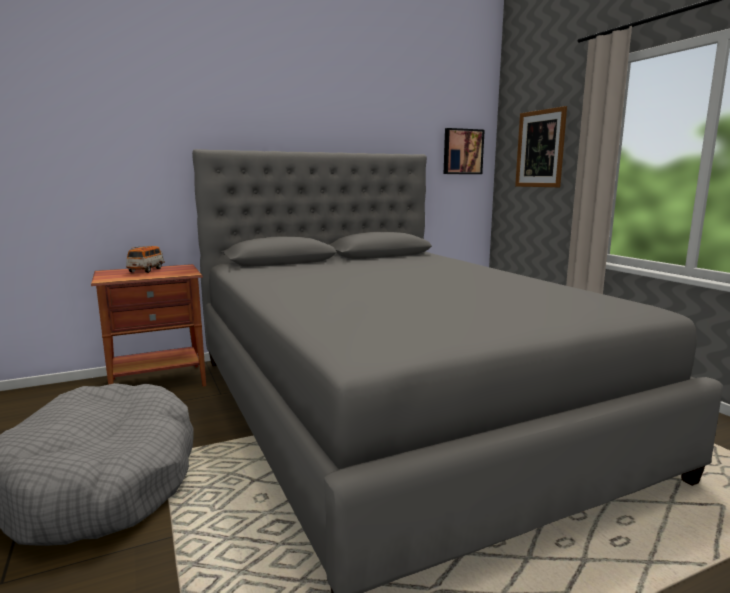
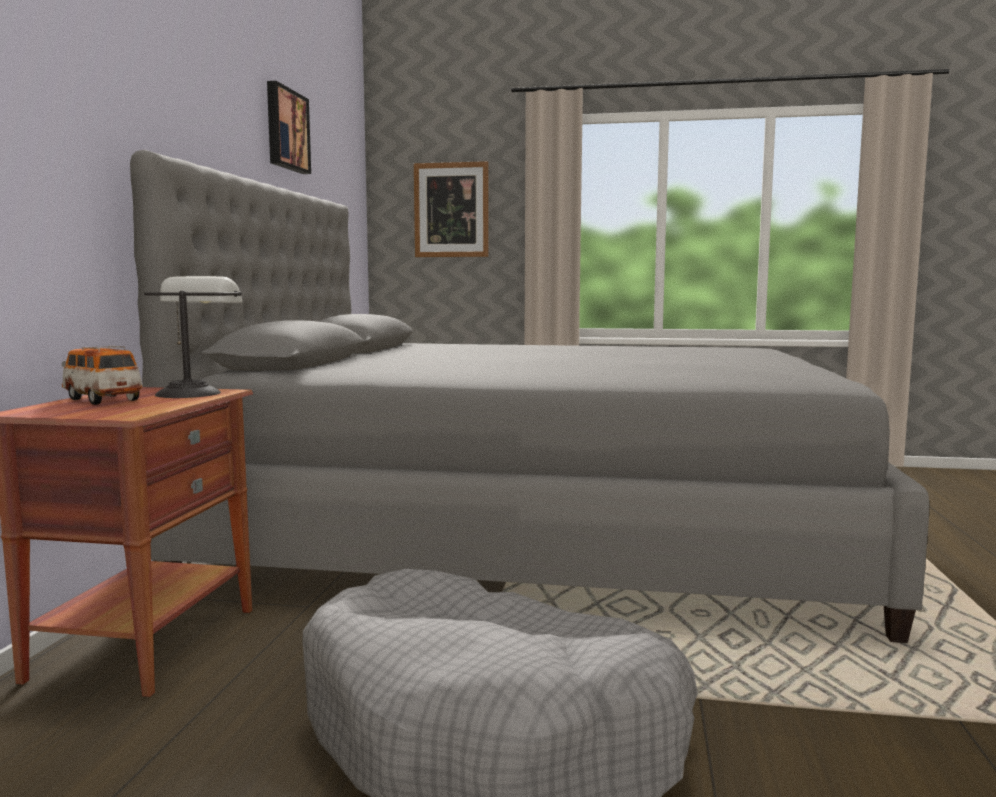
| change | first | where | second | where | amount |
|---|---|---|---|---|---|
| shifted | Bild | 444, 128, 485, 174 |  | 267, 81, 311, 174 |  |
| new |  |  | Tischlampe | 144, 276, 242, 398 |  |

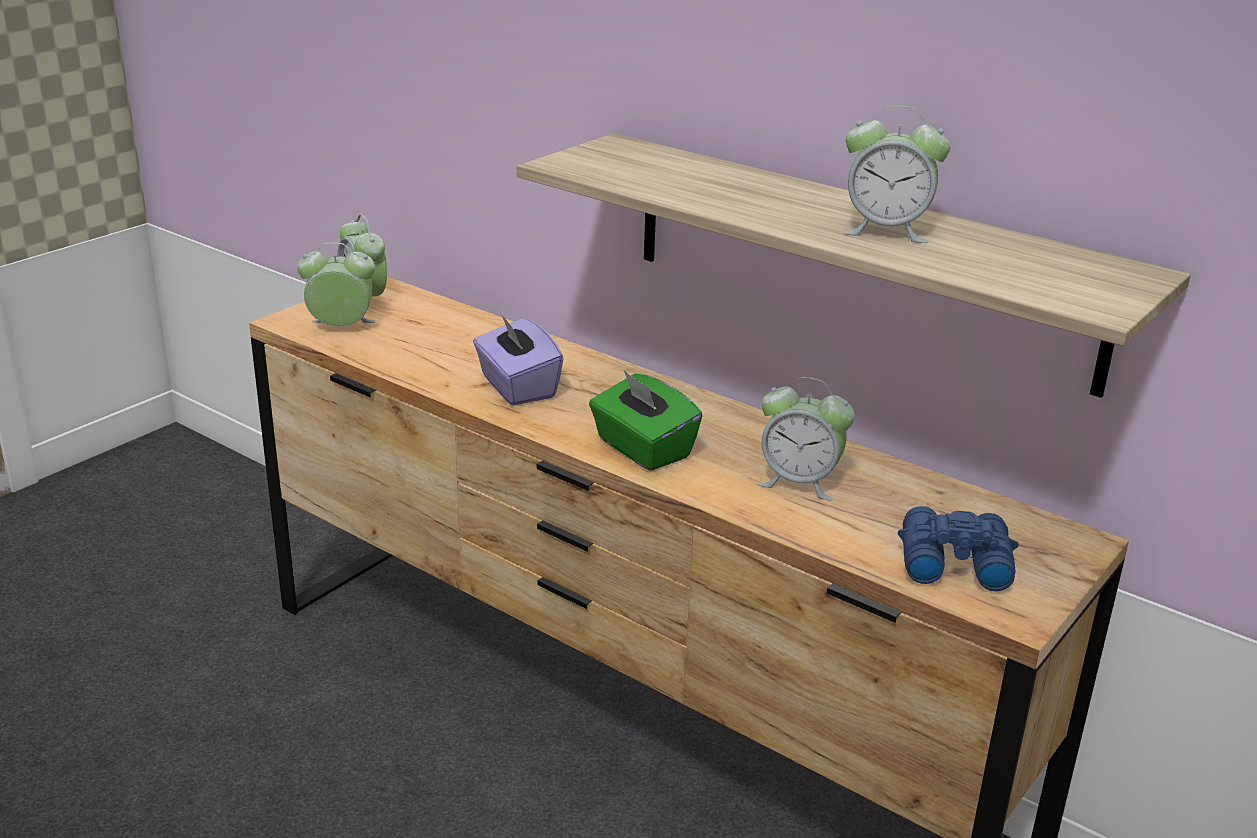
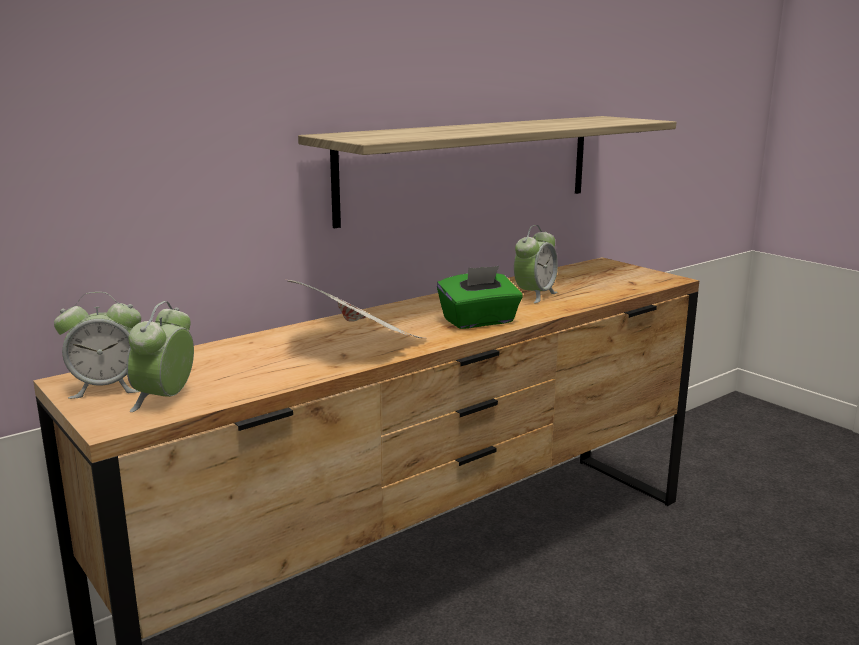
| change | first | where | second | where | amount |
|---|---|---|---|---|---|
| swapped | Taschentuchbox [lila] | 473, 314, 563, 406 | Zeitung | 288, 280, 425, 338 |  |
| gone | Wecker | 842, 106, 950, 243 |  |  |  |
| gone | Fernglas [blau] | 898, 506, 1019, 591 |  |  |  |

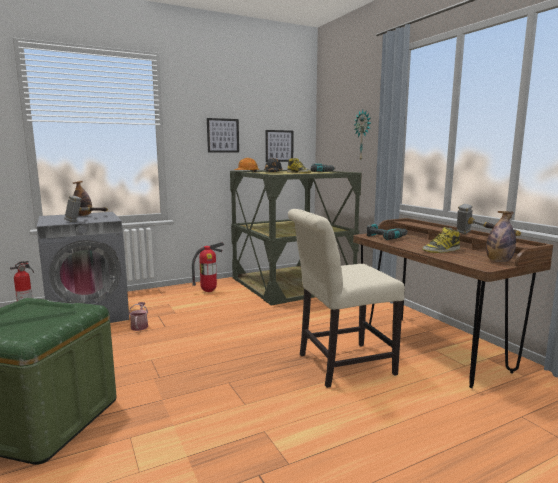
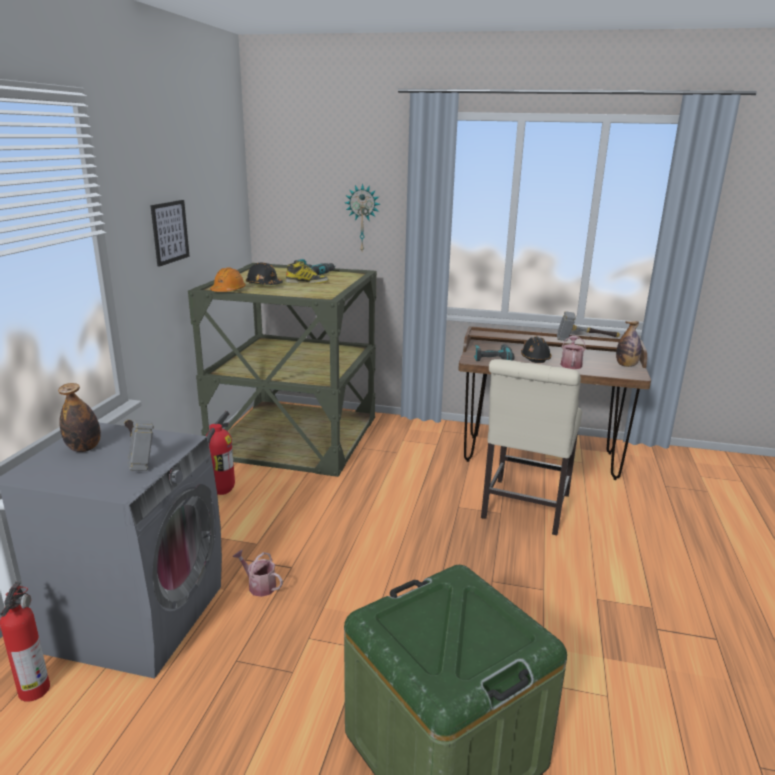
| change | first | where | second | where | amount |
|---|---|---|---|---|---|
| gone | Bild | 265, 130, 294, 162 |  |  |  |
| swapped | Stiefel | 422, 227, 460, 253 | Gießkanne | 560, 335, 586, 369 |  |
| new |  |  | Schutzhelm [schwarz] | 521, 336, 551, 363 |  |

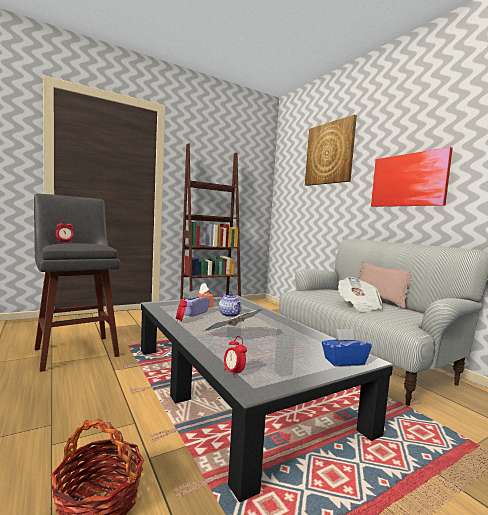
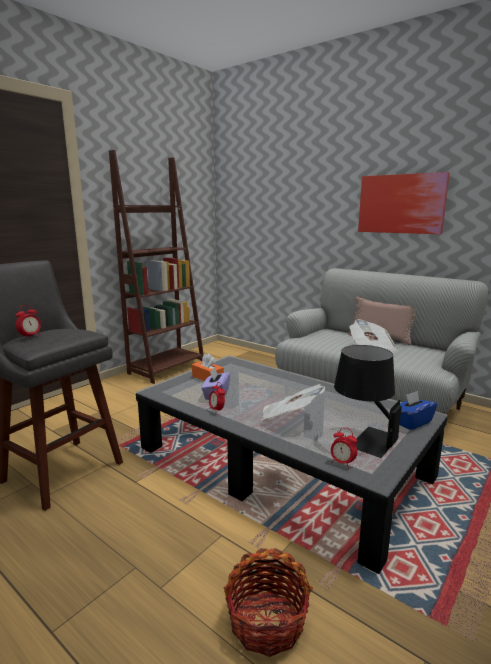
| change | first | where | second | where | amount |
|---|---|---|---|---|---|
| gone | Teekanne | 219, 293, 242, 317 |  |  |  |
| gone | Bild | 305, 115, 357, 186 |  |  |  |
| new |  |  | Tischlampe [schwarz] | 334, 345, 402, 458 |  |

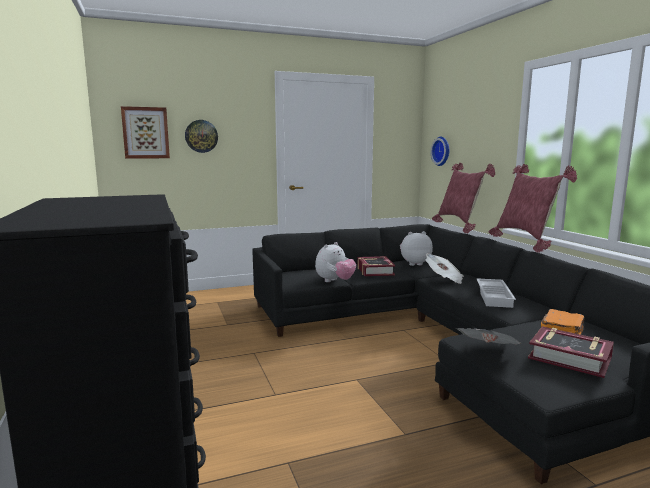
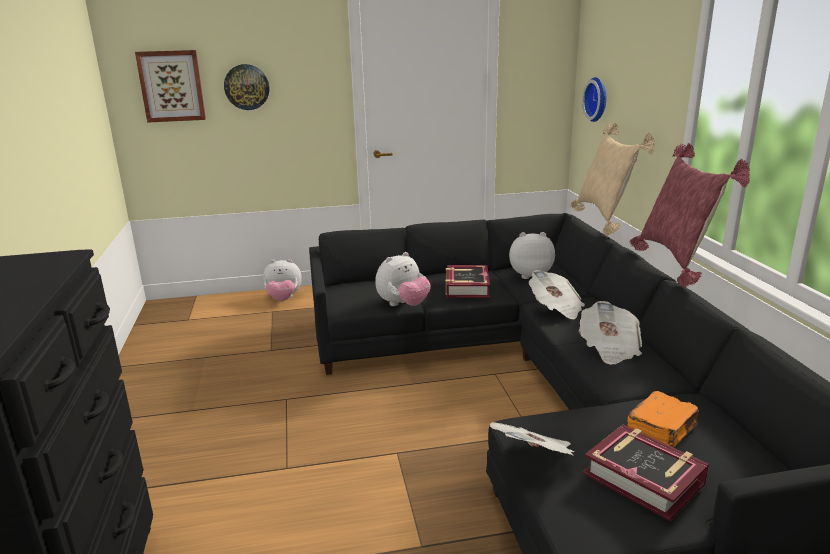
| change | first | where | second | where | amount |
|---|---|---|---|---|---|
| repainted | Kissen [rot] | 432, 162, 495, 234 | Kissen [beige] | 570, 123, 655, 236 |  |
| swapped | Tablett [weiß] | 476, 278, 516, 308 | Zeitung | 579, 301, 642, 365 |  |
| new |  |  | Plüschtier | 263, 259, 302, 301 |  |

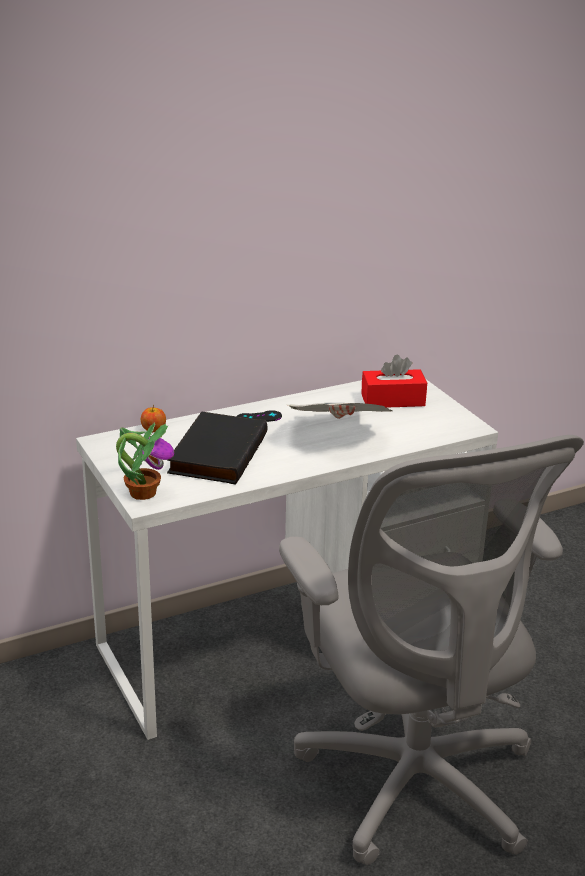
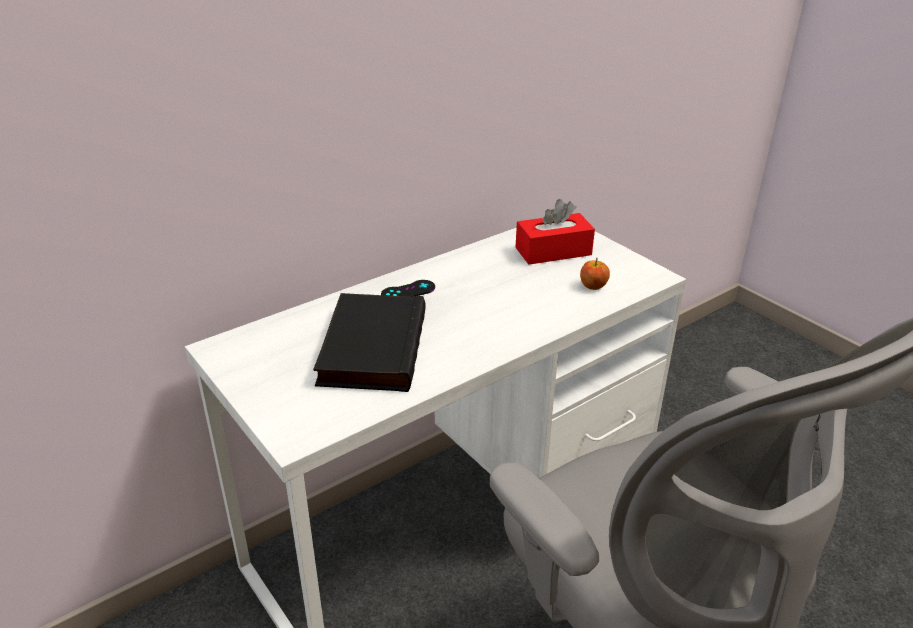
| change | first | where | second | where | amount |
|---|---|---|---|---|---|
| gone | Topfpflanze | 116, 422, 174, 500 |  |  |  |
| shifted | Apfel | 141, 405, 166, 432 |  | 580, 258, 610, 290 |  |
| gone | Zeitung | 288, 403, 392, 419 |  |  |  |

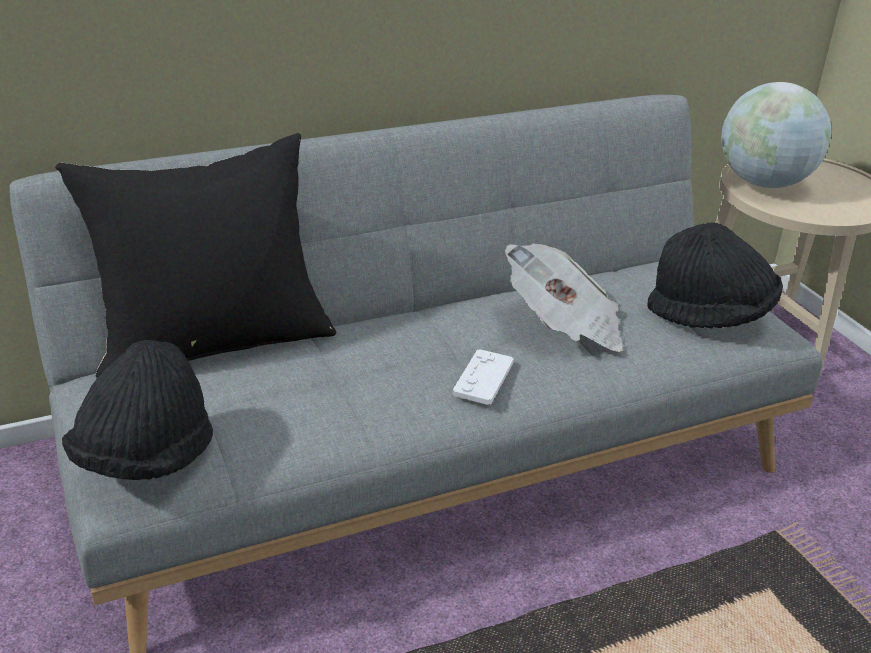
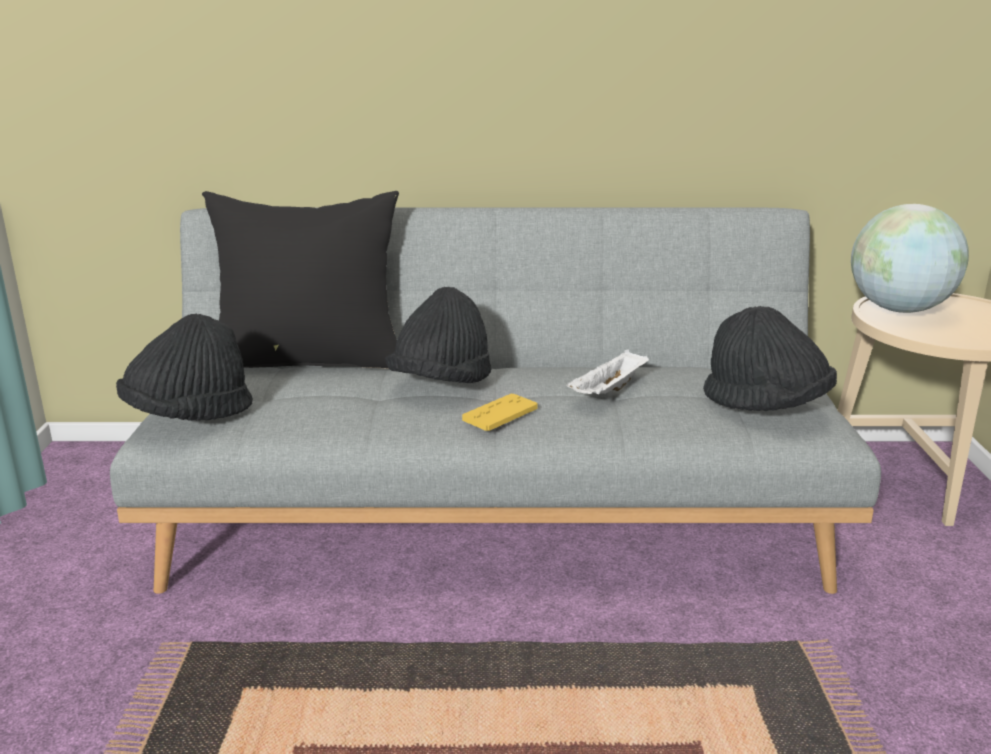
| change | first | where | second | where | amount |
|---|---|---|---|---|---|
| repainted | Gamepad [weiß] | 452, 349, 514, 405 | Gamepad [gelb] | 462, 394, 538, 431 |  |
| swapped | Zeitung | 505, 243, 623, 352 | Tablett [weiß] | 566, 349, 649, 395 |  |
| new |  |  | Hut [schwarz] | 385, 287, 491, 383 |  |

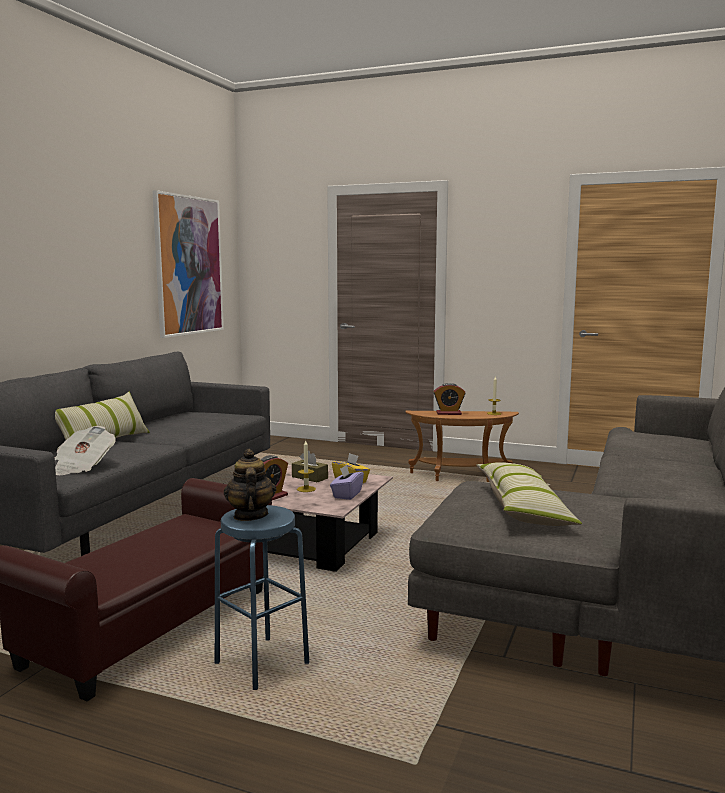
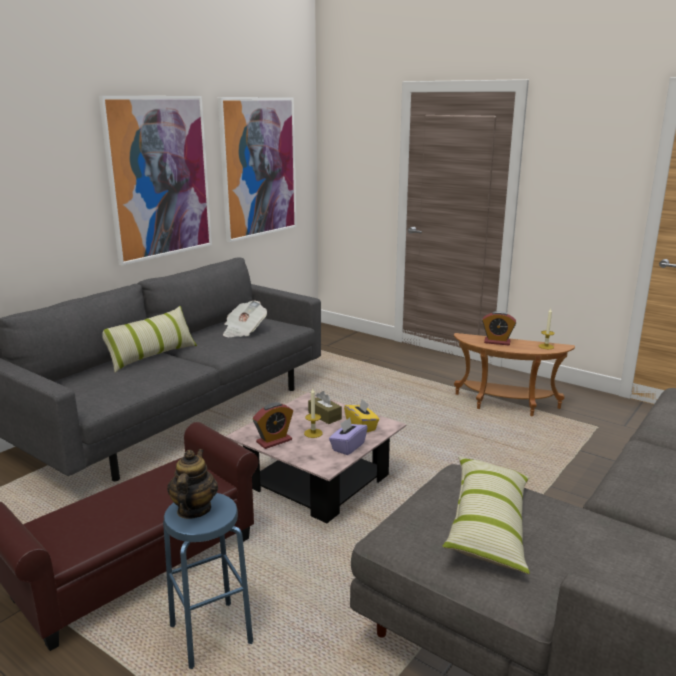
| change | first | where | second | where | amount |
|---|---|---|---|---|---|
| shifted | Zeitung | 54, 426, 116, 475 |  | 223, 301, 267, 337 |  |
| new |  |  | Bild | 99, 96, 212, 265 |  |

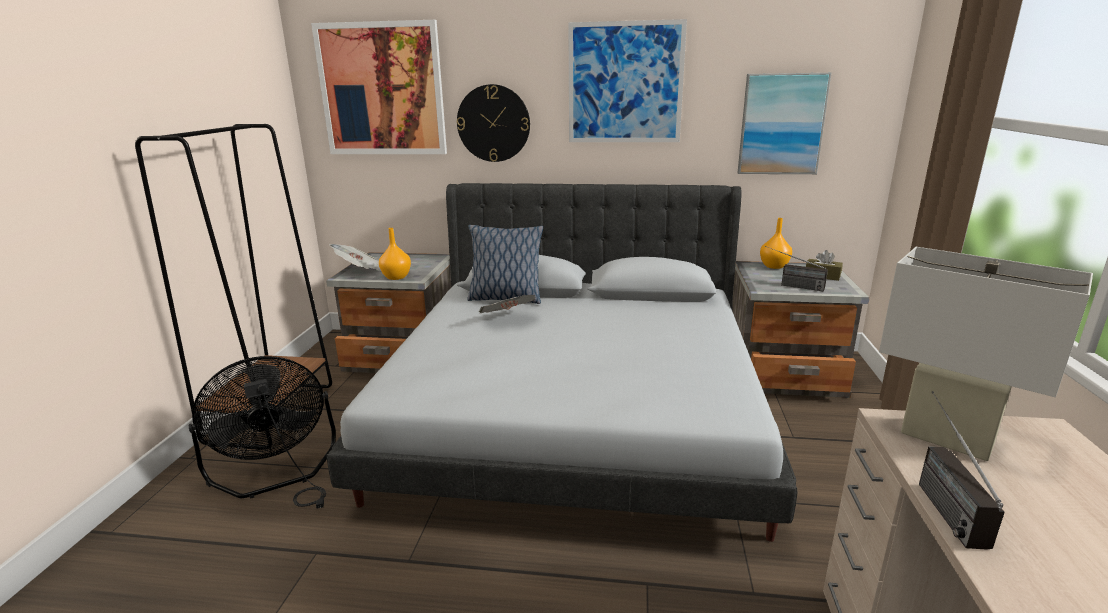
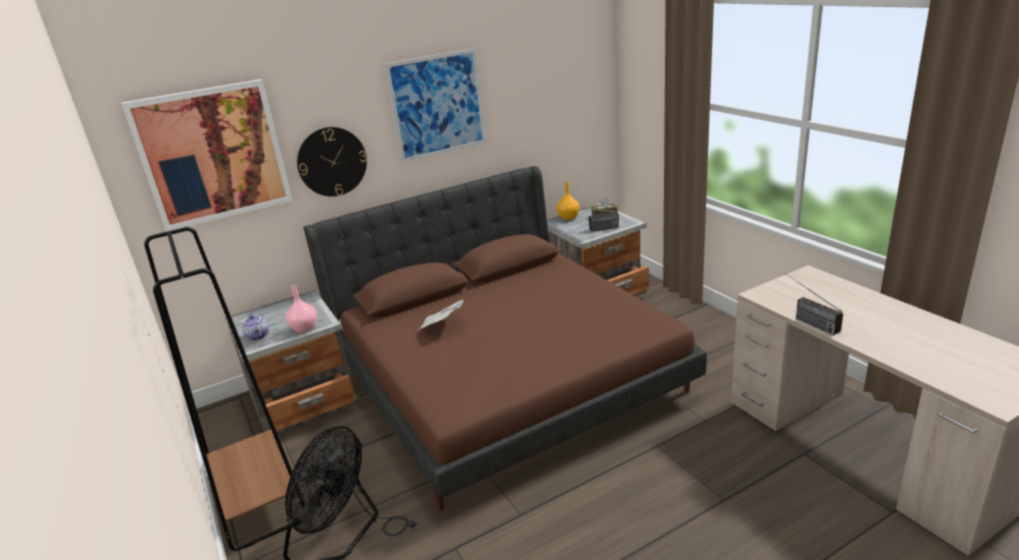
| change | first | where | second | where | amount |
|---|---|---|---|---|---|
| repainted | Bett [grau] | 327, 183, 798, 542 | Bett [braun] | 303, 166, 707, 511 |  |
| swapped | Zeitung | 329, 244, 381, 271 | Teekanne | 242, 313, 269, 341 |  |
| repainted | Vase [orange] | 379, 228, 411, 280 | Vase [rosa] | 286, 285, 317, 333 |  |
| gone | Kissen | 467, 225, 543, 304 |  |  |  |
| gone | Bild | 738, 73, 831, 174 |  |  |  |
| gone | Tischlampe [weiß] | 879, 247, 1093, 461 |  |  |  |

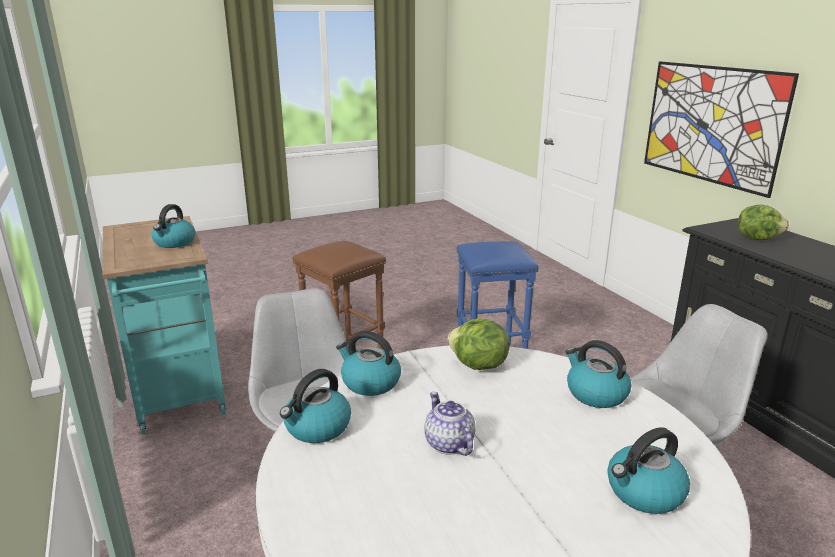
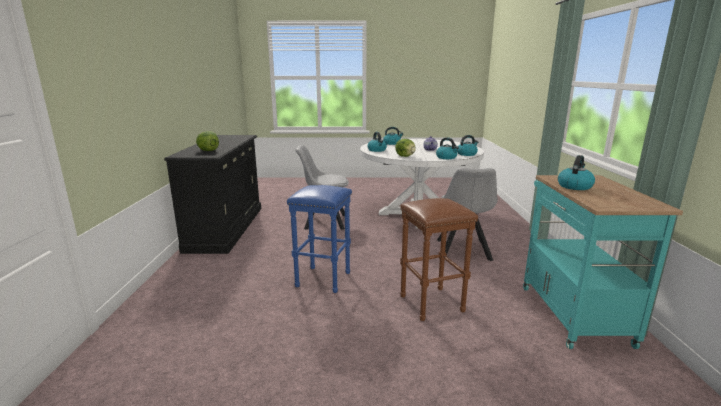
| change | first | where | second | where | amount |
|---|---|---|---|---|---|
| gone | Bild | 644, 61, 799, 198 |  |  |  |

